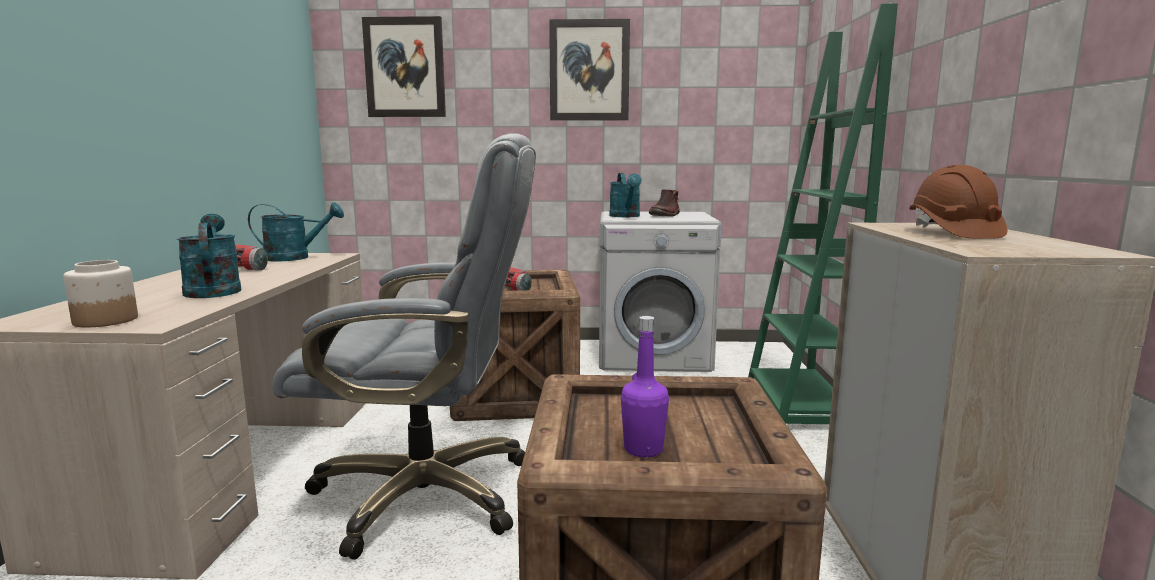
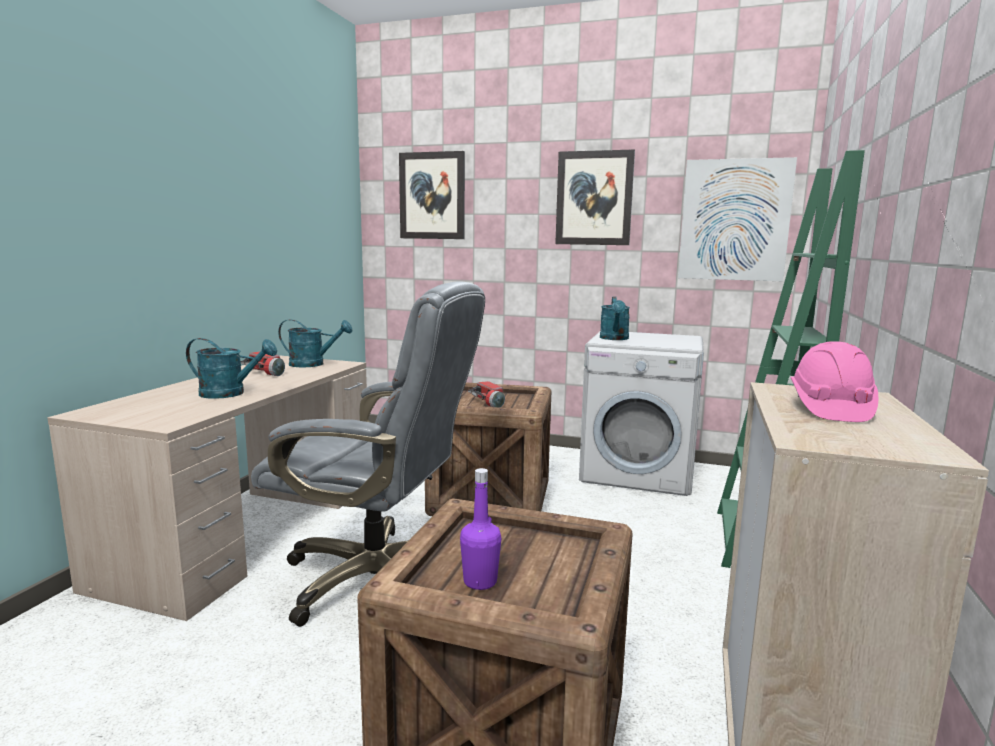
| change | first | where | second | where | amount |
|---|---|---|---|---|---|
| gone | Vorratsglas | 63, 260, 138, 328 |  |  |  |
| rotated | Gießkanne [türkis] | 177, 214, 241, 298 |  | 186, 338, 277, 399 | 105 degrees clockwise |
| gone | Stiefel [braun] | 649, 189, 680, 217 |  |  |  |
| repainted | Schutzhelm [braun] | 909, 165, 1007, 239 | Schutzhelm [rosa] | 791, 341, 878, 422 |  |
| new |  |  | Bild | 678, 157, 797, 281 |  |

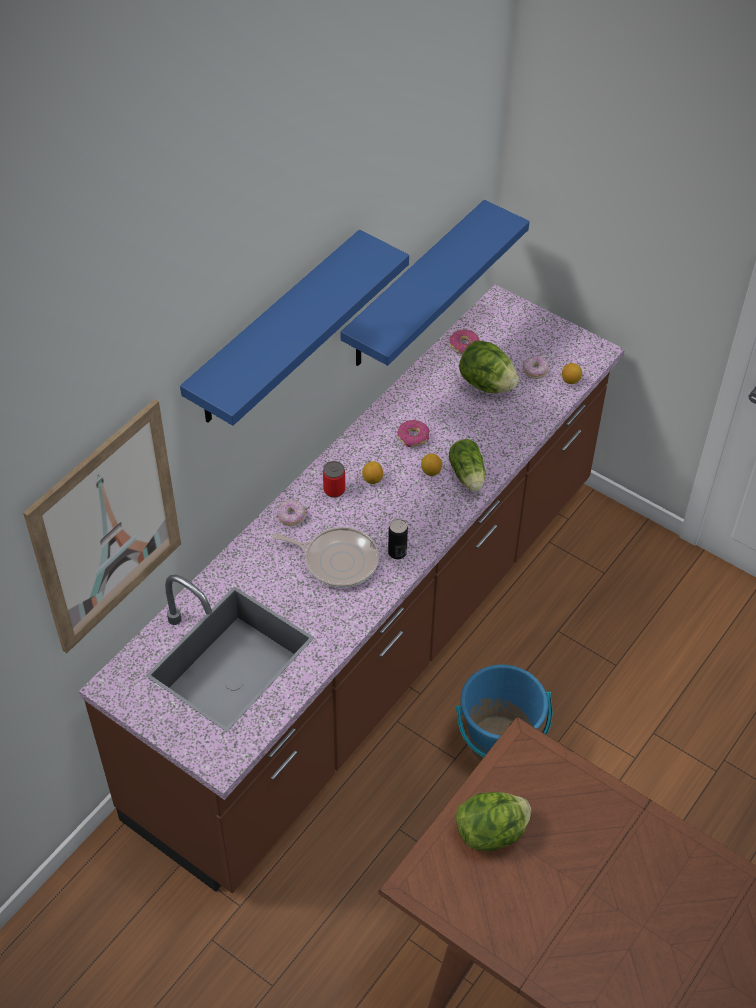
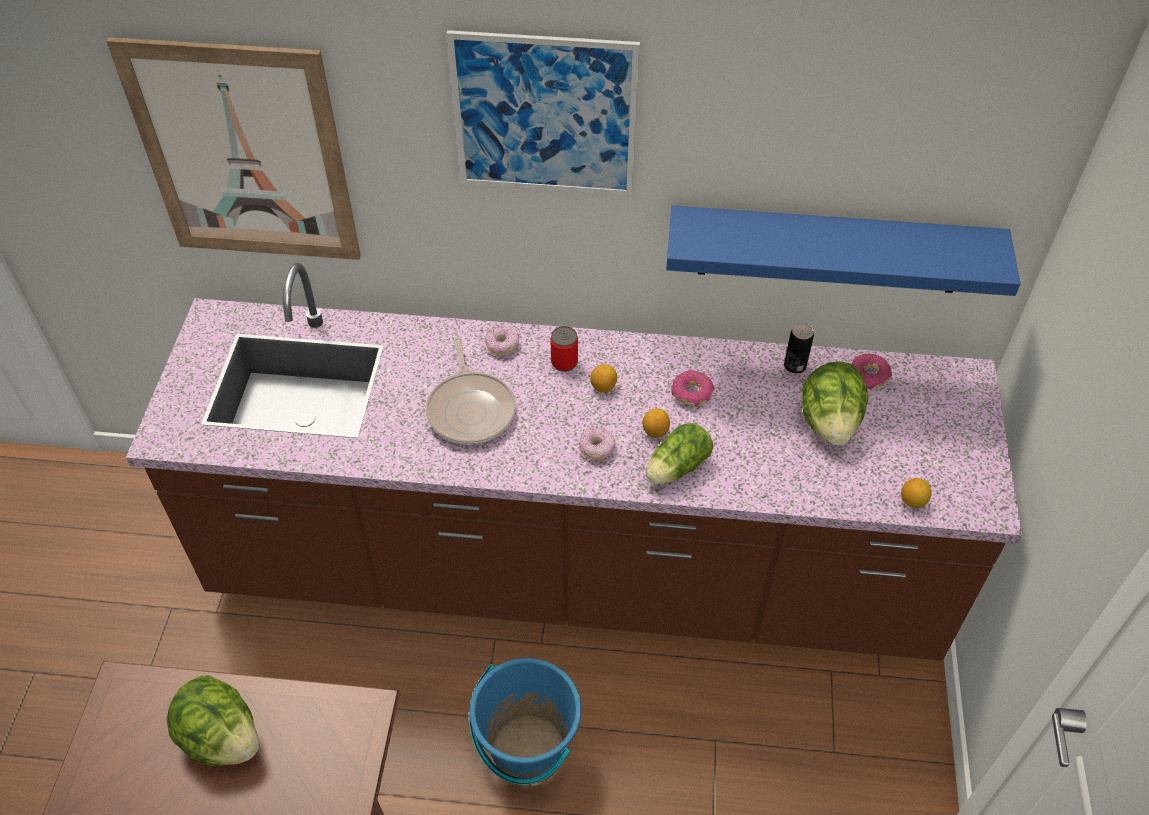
| change | first | where | second | where | amount |
|---|---|---|---|---|---|
| swapped | Wandregal [blau] | 180, 230, 409, 426 | Bild | 446, 30, 640, 196 |  |
| shifted | Dose | 388, 519, 408, 559 |  | 784, 323, 814, 374 |  |
| shifted | Donut | 523, 355, 549, 379 |  | 579, 427, 615, 460 |  |

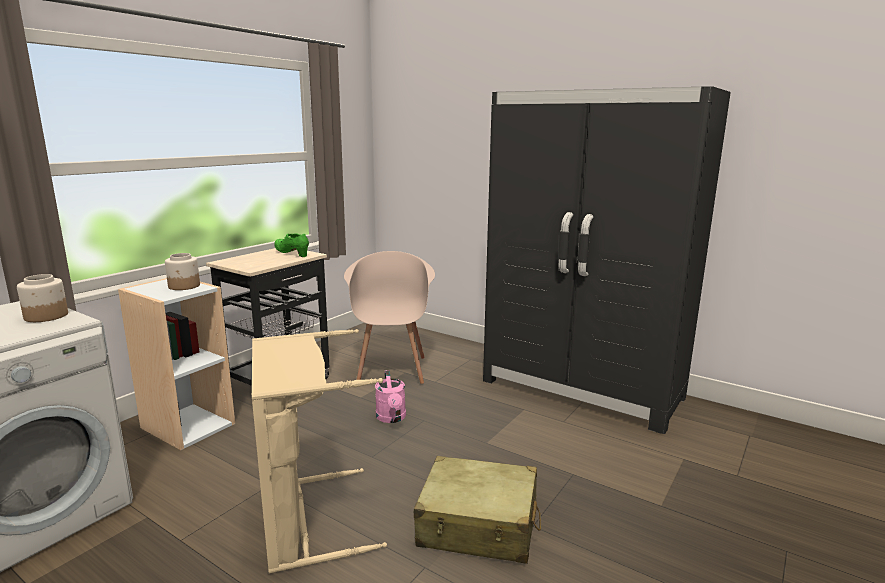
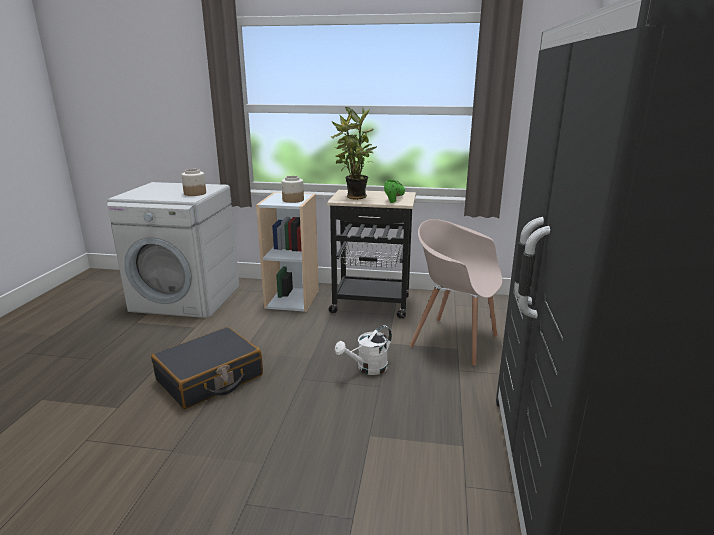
| change | first | where | second | where | amount |
|---|---|---|---|---|---|
| swapped | Wäschekorb [beige] | 252, 329, 387, 573 | Koffer [schwarz] | 151, 327, 263, 409 |  |
| rotated | Stuhl [beige] | 344, 251, 435, 384 |  | 409, 219, 502, 365 | 120 degrees counterclockwise |
| repainted | Gießkanne [rosa] | 375, 370, 406, 423 | Gießkanne [weiß] | 335, 325, 392, 375 |  |
| gone | Koffer [beige] | 414, 456, 541, 564 |  |  |  |
| new |  |  | Topfpflanze | 330, 107, 377, 200 |  |

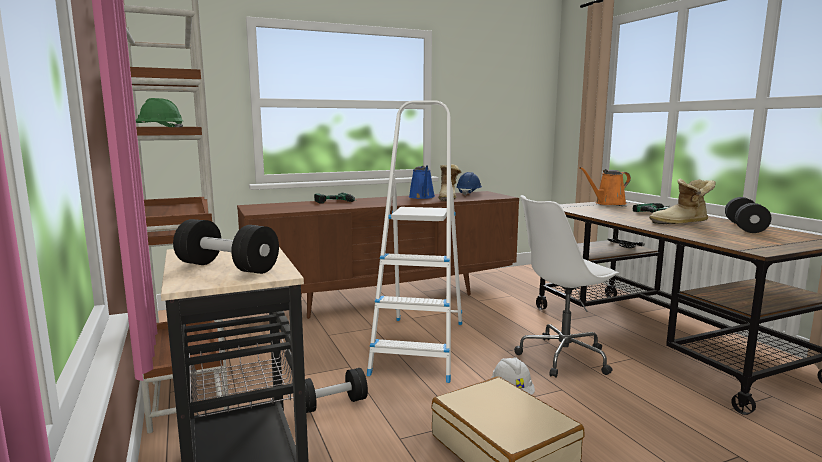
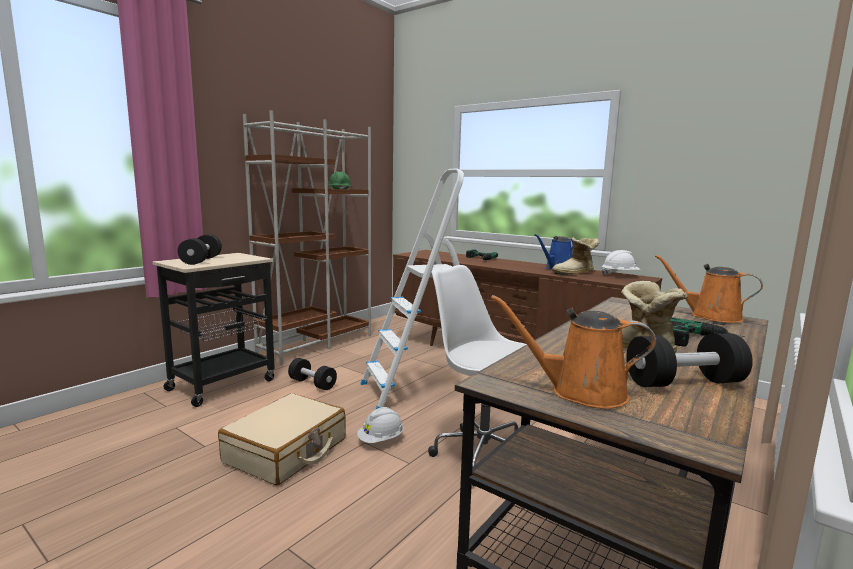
| change | first | where | second | where | amount |
|---|---|---|---|---|---|
| repainted | Schutzhelm [blau] | 456, 172, 482, 195 | Schutzhelm [weiß] | 602, 250, 641, 275 |  |
| new |  |  | Gießkanne [orange] | 491, 295, 656, 409 |  |

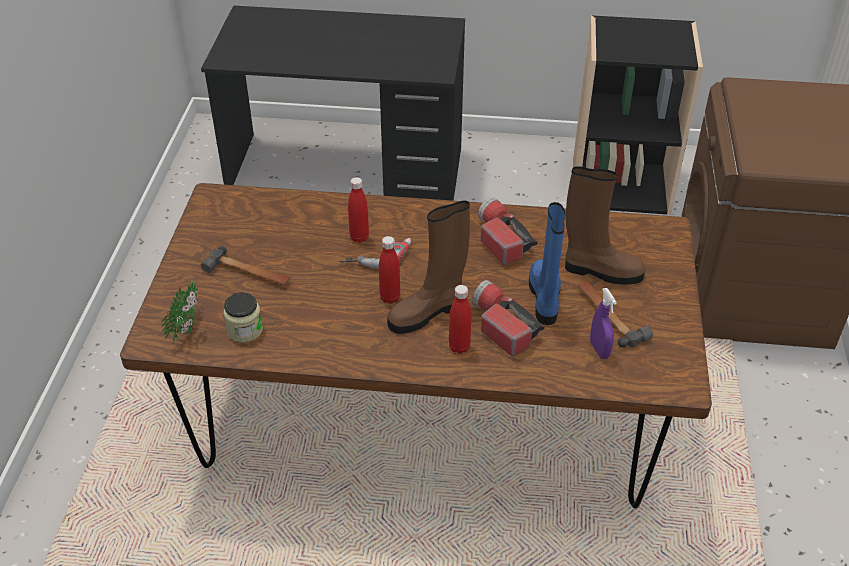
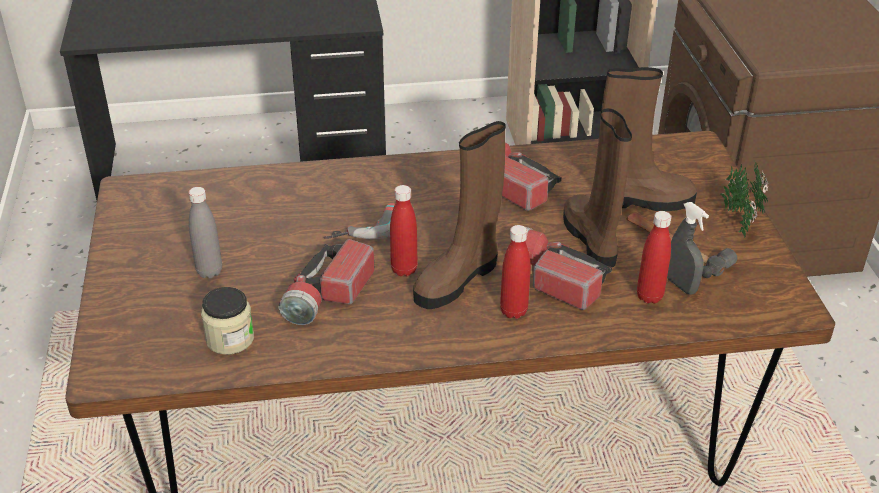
| change | first | where | second | where | amount |
|---|---|---|---|---|---|
| shifted | Topfpflanze | 161, 281, 198, 344 |  | 720, 160, 768, 238 |  |
| swapped | Hammer | 201, 246, 291, 285 | Flasche [grau] | 188, 187, 222, 278 |  |
| shifted | Flasche [rot] | 348, 177, 369, 243 |  | 637, 211, 671, 304 |  |
| repainted | Stiefel [blau] | 529, 202, 565, 325 | Stiefel [braun] | 563, 108, 632, 267 |  |
| repainted | Sprühflasche [lila] | 590, 288, 617, 359 | Sprühflasche [grau] | 667, 202, 709, 295 |  |
| new |  |  | Taschenlampe | 279, 239, 374, 325 |  |

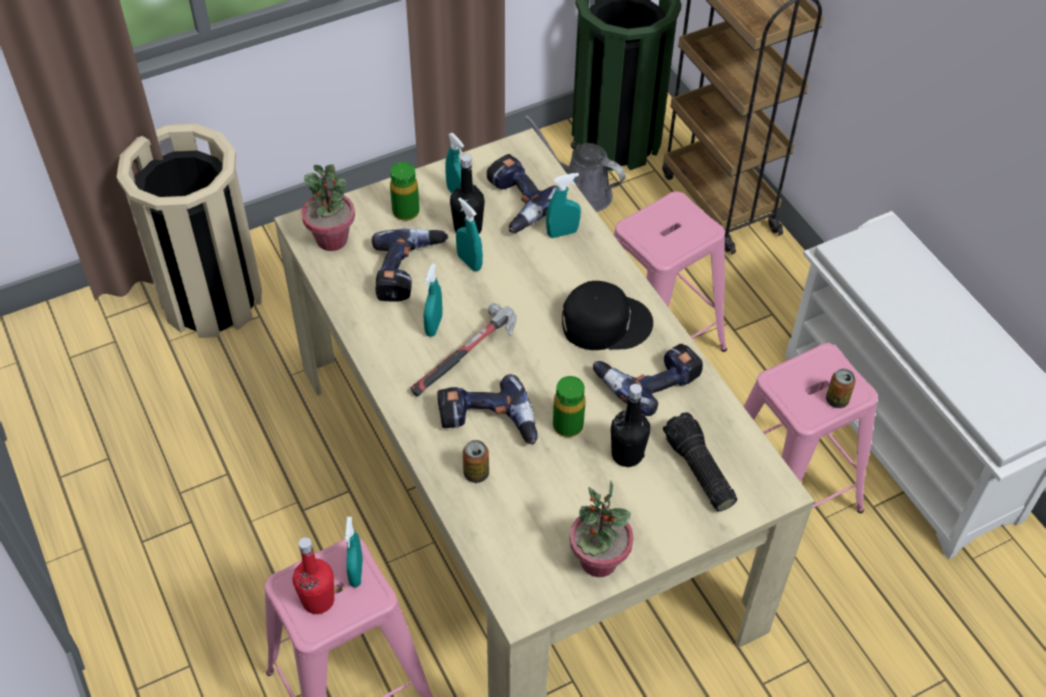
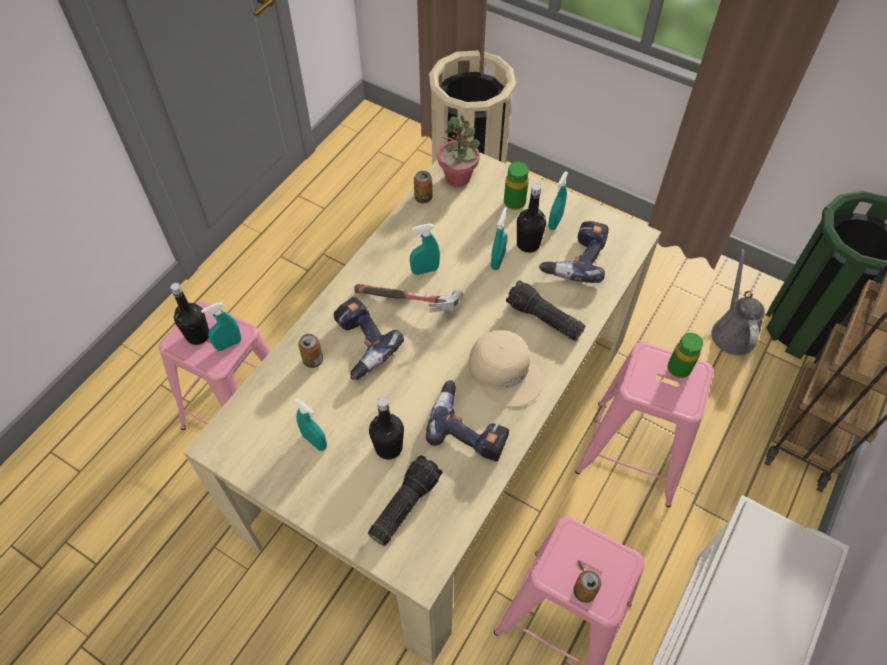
| change | first | where | second | where | amount |
|---|---|---|---|---|---|
| repainted | Flasche [rot] | 293, 537, 334, 614 | Flasche [schwarz] | 170, 283, 210, 345 |  |
| gone | Bohrmaschine | 372, 228, 448, 302 |  |  |  |
| shifted | Sprühflasche [türkis] | 546, 173, 581, 238 |  | 295, 398, 327, 451 |  |
| shifted | Flasche [grün] | 553, 376, 586, 437 |  | 667, 333, 703, 378 |  |
| repainted | Kappe [schwarz] | 562, 281, 653, 350 | Kappe [beige] | 469, 330, 543, 407 |  |
| gone | Topfpflanze | 570, 481, 634, 577 |  |  |  |
| new |  |  | Dose | 414, 171, 433, 203 |  |
| new |  |  | Taschenlampe | 506, 280, 585, 341 |  |

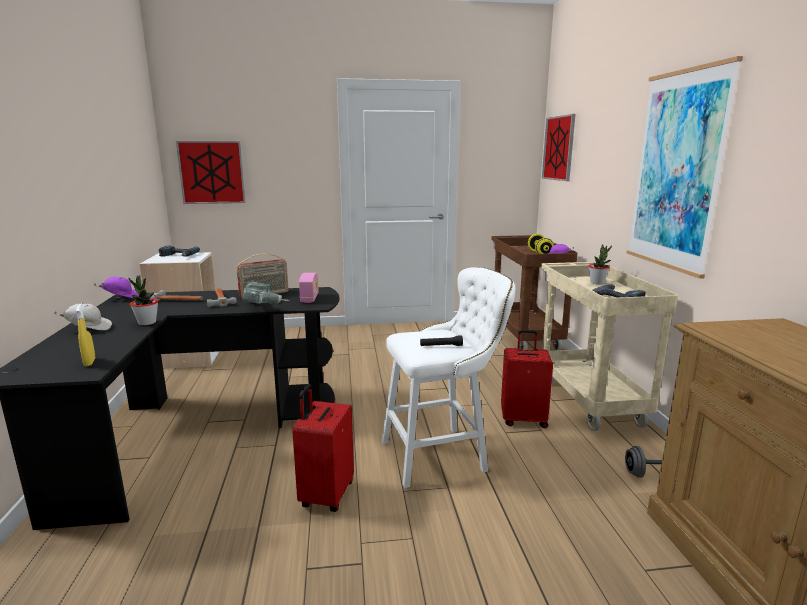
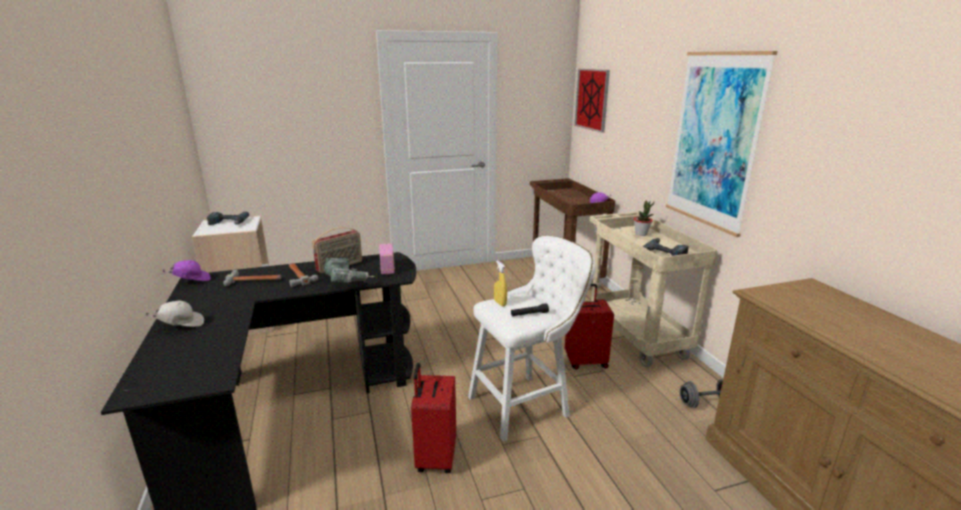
| change | first | where | second | where | amount |
|---|---|---|---|---|---|
| shifted | Sprühflasche [gelb] | 76, 303, 95, 366 |  | 494, 261, 507, 306 |  |
| gone | Topfpflanze | 129, 276, 158, 325 |  |  |  |
| gone | Bild | 176, 141, 246, 204 |  |  |  |
| gone | Hantel [gelb] | 528, 234, 554, 254 |  |  |  |

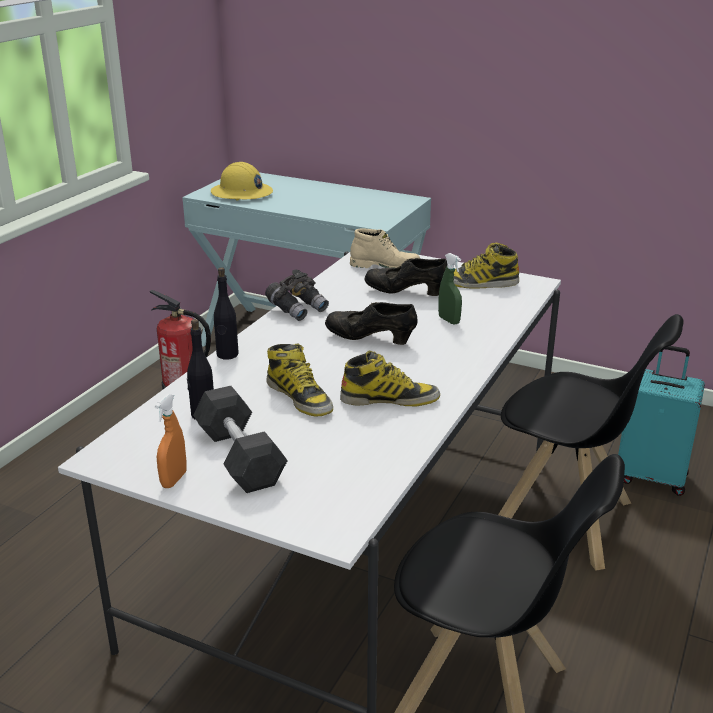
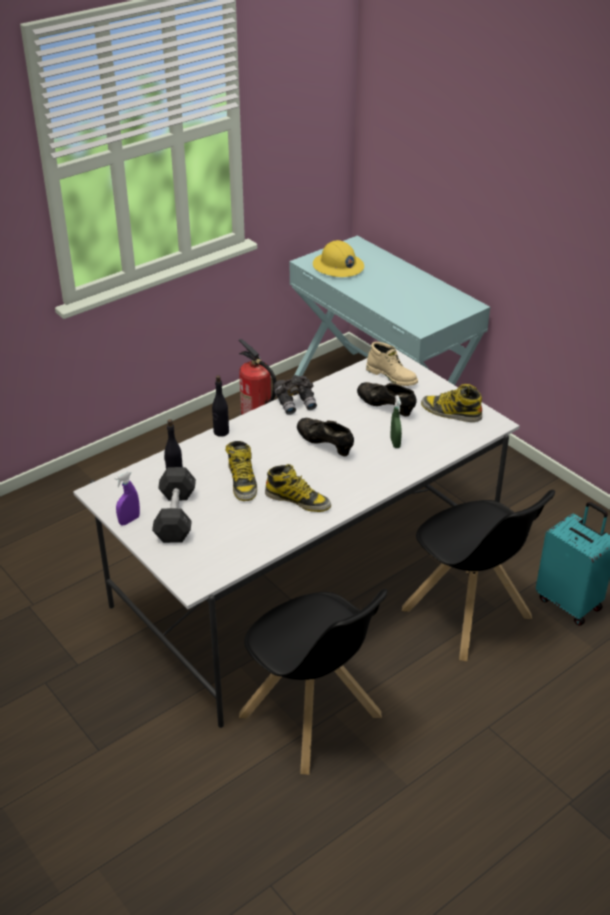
| change | first | where | second | where | amount |
|---|---|---|---|---|---|
| repainted | Sprühflasche [orange] | 155, 394, 187, 488 | Sprühflasche [lila] | 115, 471, 140, 526 |  |

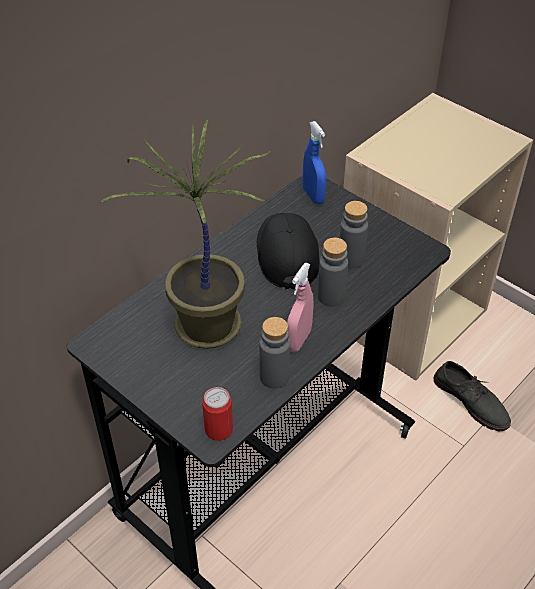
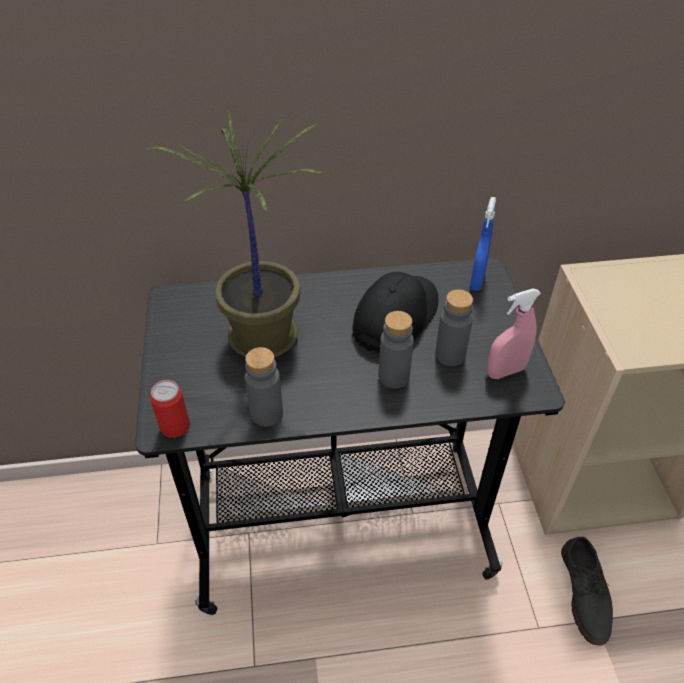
| change | first | where | second | where | amount |
|---|---|---|---|---|---|
| shifted | Sprühflasche [rosa] | 287, 262, 314, 352 |  | 487, 288, 541, 379 |  |

